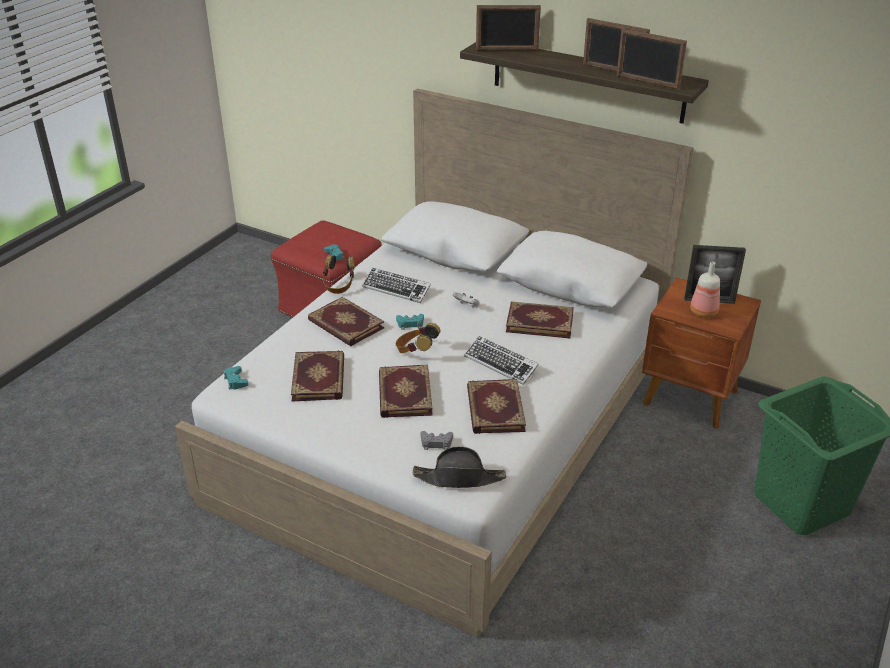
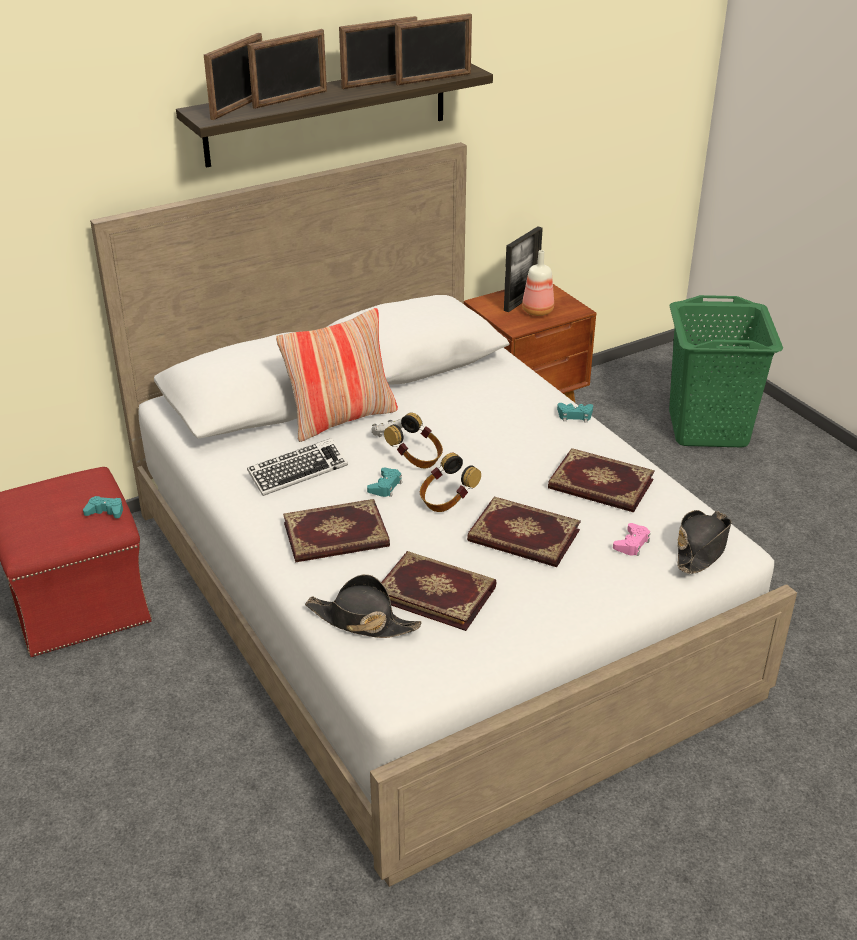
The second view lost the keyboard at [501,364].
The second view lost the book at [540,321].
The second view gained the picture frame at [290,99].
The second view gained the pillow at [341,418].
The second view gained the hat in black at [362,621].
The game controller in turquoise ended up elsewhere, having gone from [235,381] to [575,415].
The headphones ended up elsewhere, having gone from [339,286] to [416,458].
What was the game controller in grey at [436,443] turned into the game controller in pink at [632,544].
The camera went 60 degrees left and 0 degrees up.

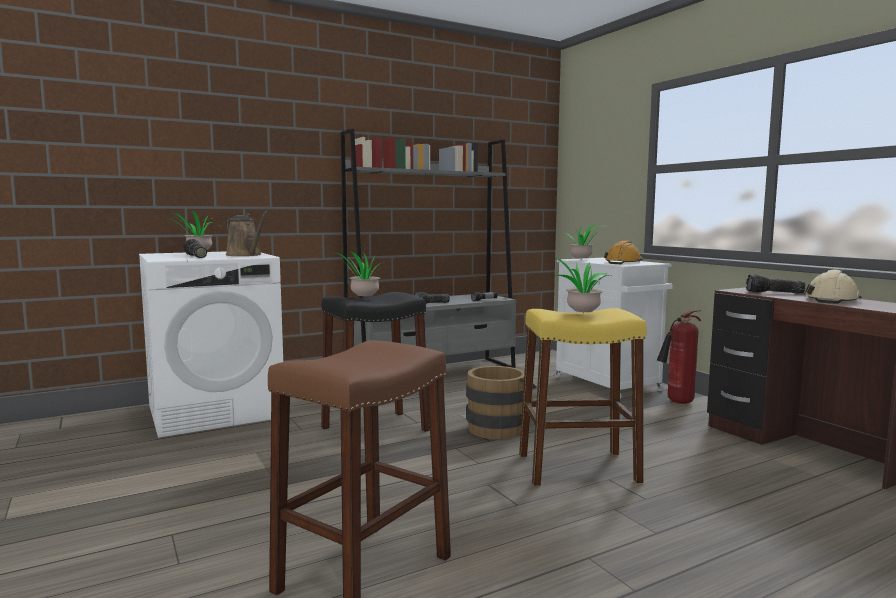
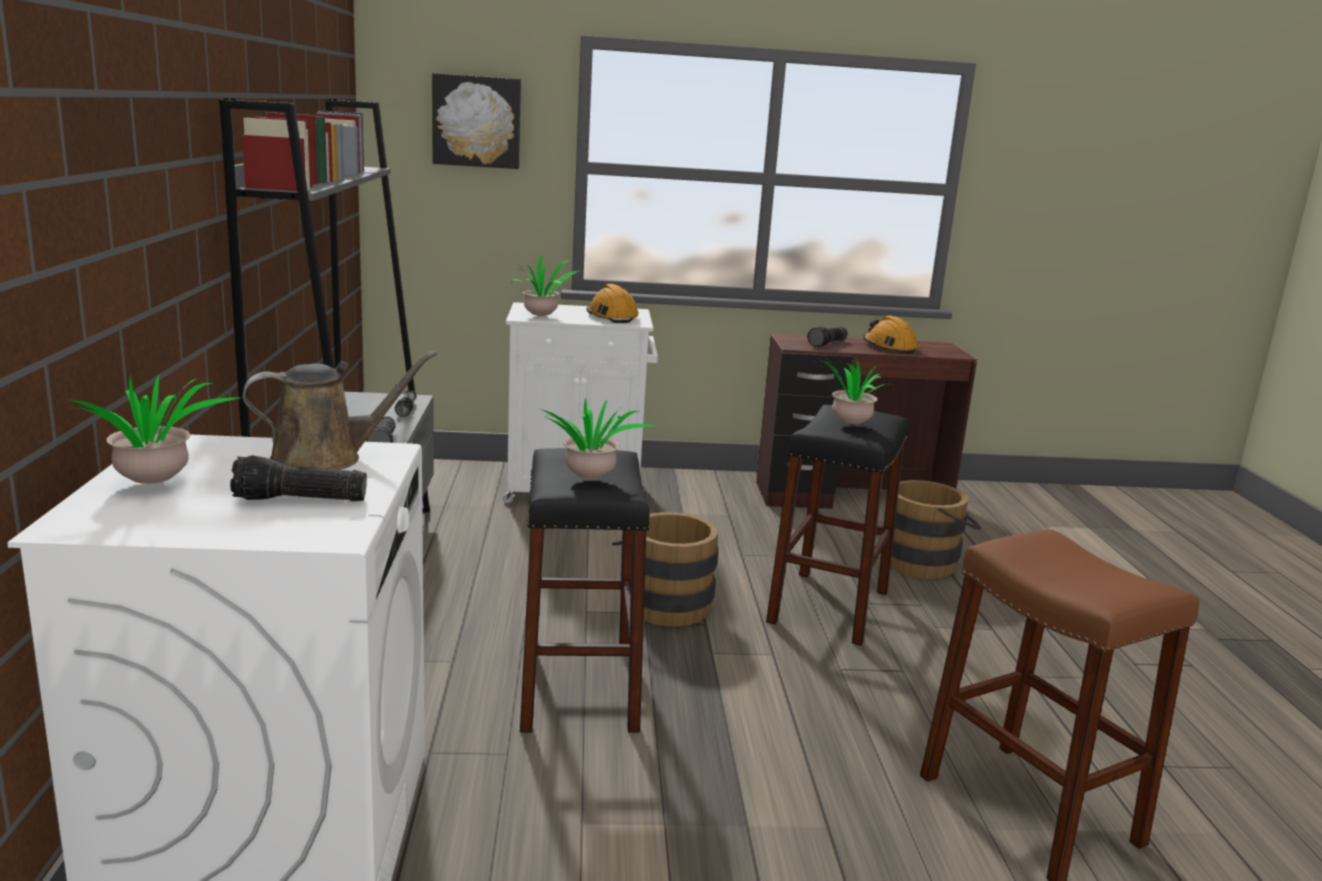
The second view lost the fire extinguisher at [677,402].
The second view gained the picture at [477,121].
The second view gained the bucket in brown at [925,562].
What was the stool in yellow at [578,468] turned into the stool in black at [829,606].
What was the hard hat in beige at [831,300] turned into the hard hat in orange at [889,347].
The camera went 65 degrees left and 10 degrees up.

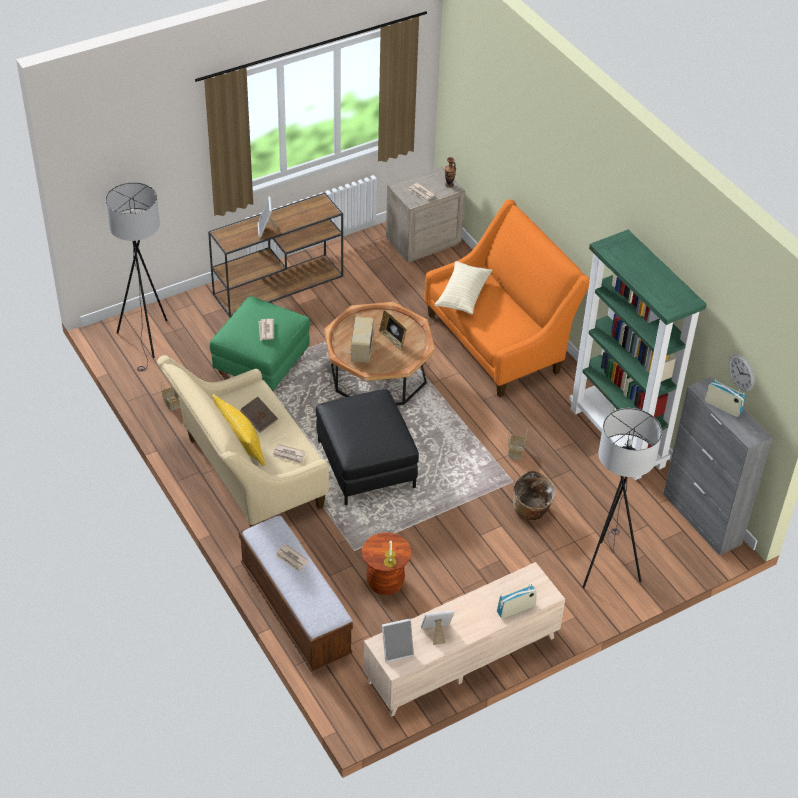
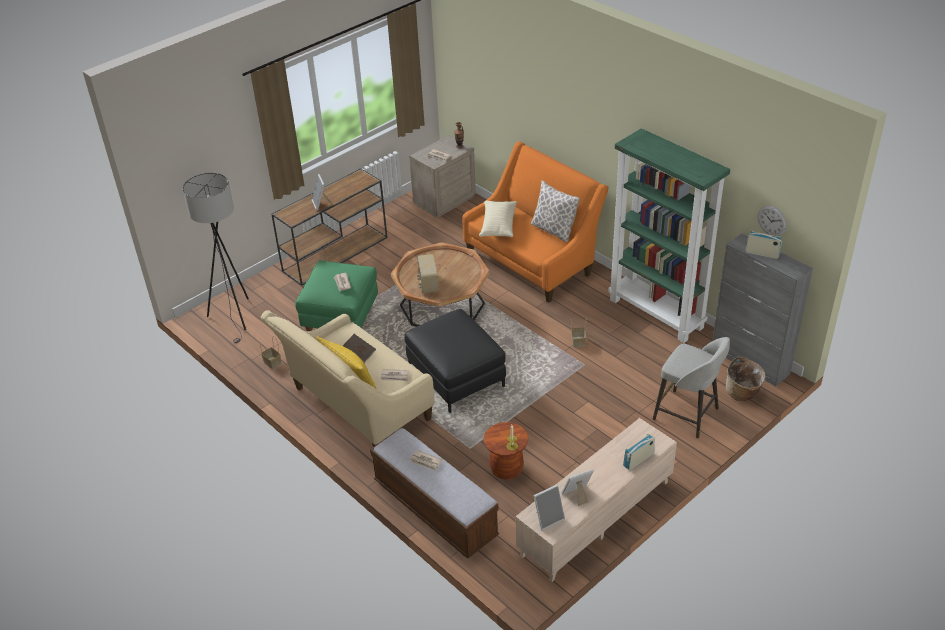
The second view lost the picture frame at [393,340].
The second view gained the pillow at [553,230].
The basket ended up elsewhere, having gone from [531,511] to [742,393].
Where the floor lamp in grey stood at [606,566], the stool in grey came to stand at [687,415].
The camera went 10 degrees left and 5 degrees down.

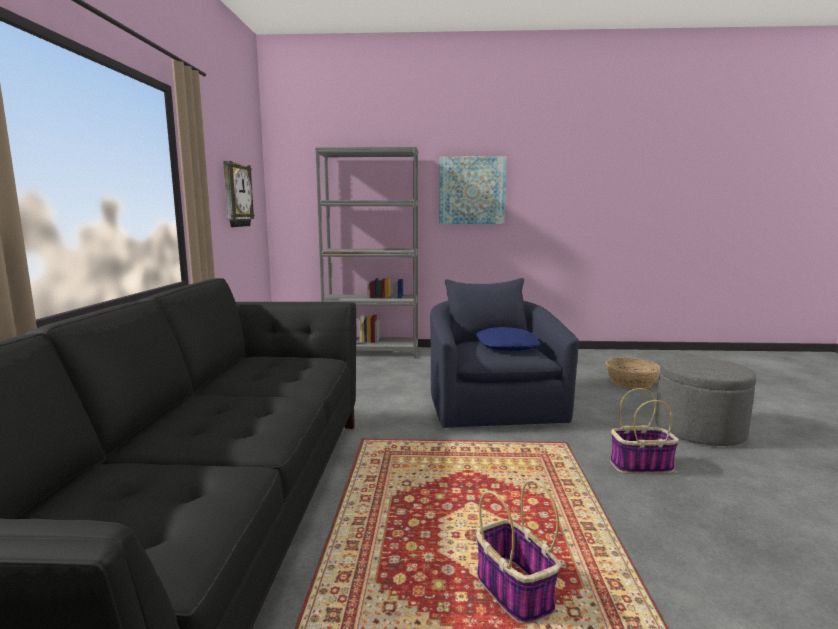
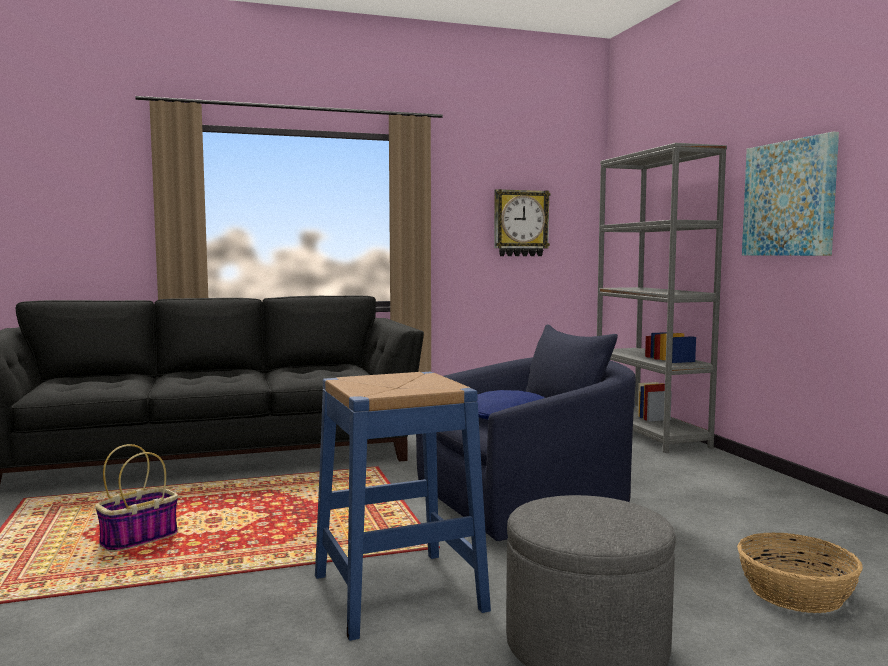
Where the basket stood at [641,466], the stool in blue came to stand at [398,592].
The camera went 70 degrees right and 5 degrees down.

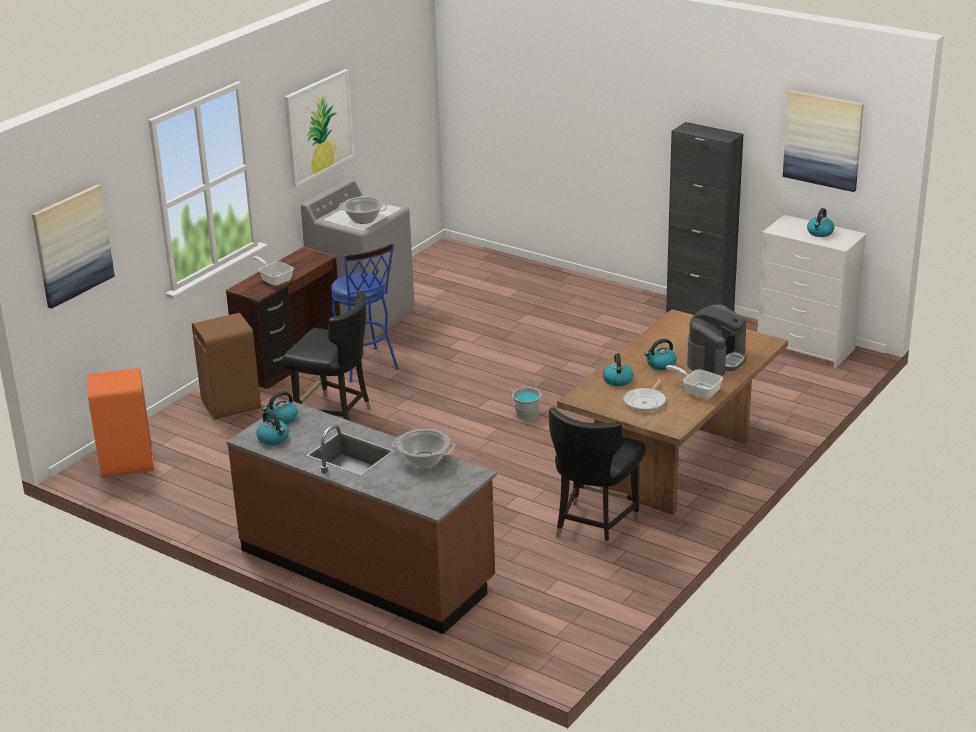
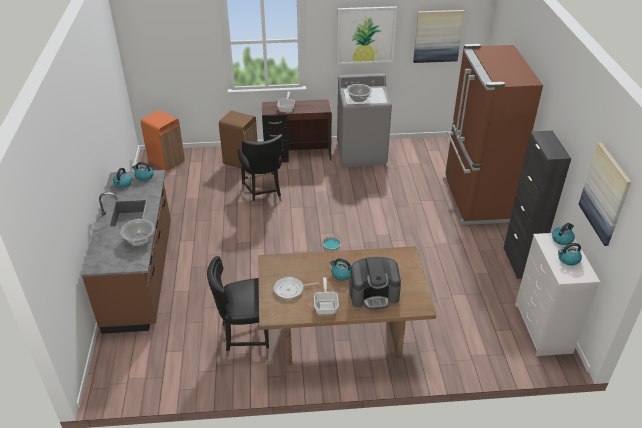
The second view lost the stool in blue at [365,367].
The second view gained the fridge in brown at [473,200].
The picture ended up elsewhere, having gone from [72,245] to [437,36].
The kettle ended up elsewhere, having gone from [617,380] to [562,239].
The camera went 50 degrees right and 10 degrees up.

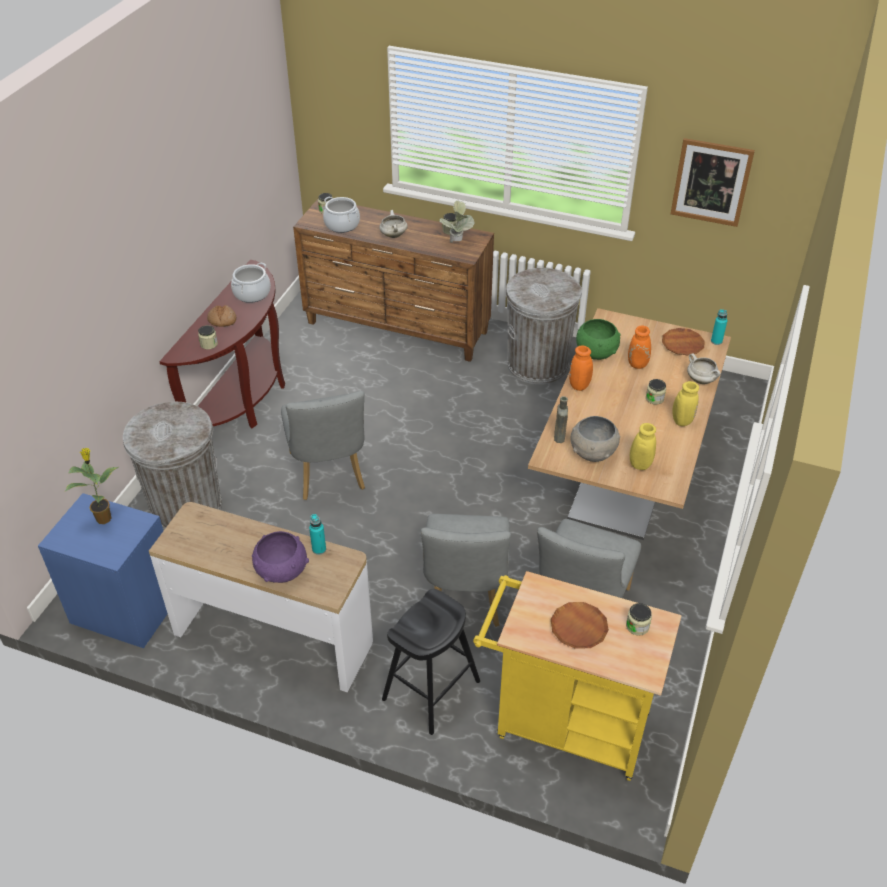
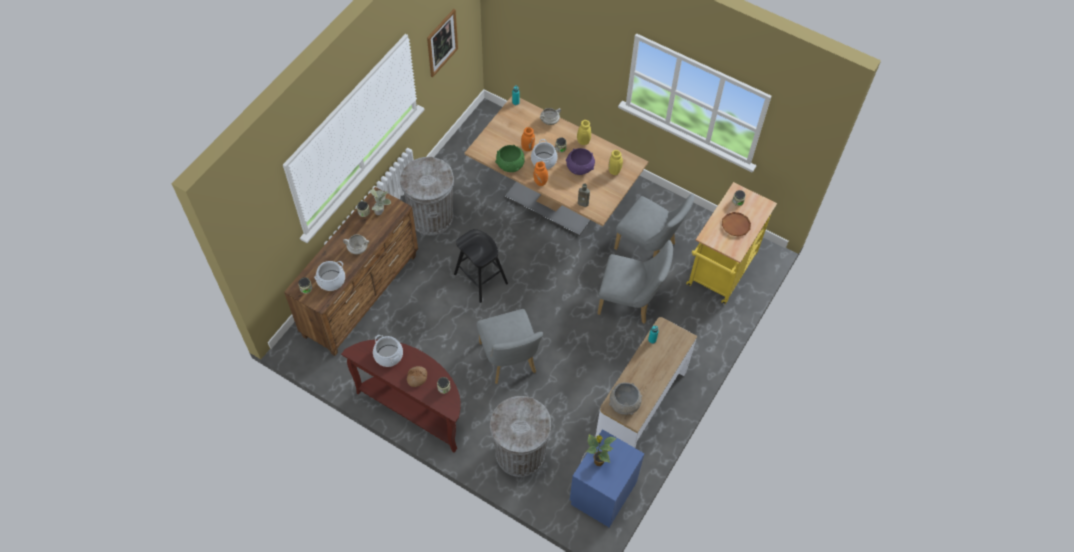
The second view lost the plate in brown at [682,344].
The second view gained the cooking pot at [543,161].
The bowl in purple ended up elsewhere, having gone from [281,571] to [580,168].
The stool in black ended up elsewhere, having gone from [431,690] to [480,278].
The bowl in grey ended up elsewhere, having gone from [592,452] to [624,404].
The chair in grey at [329,475] ended up facing another way, 75 degrees clockwise from before.
The camera went 80 degrees left and 15 degrees up.

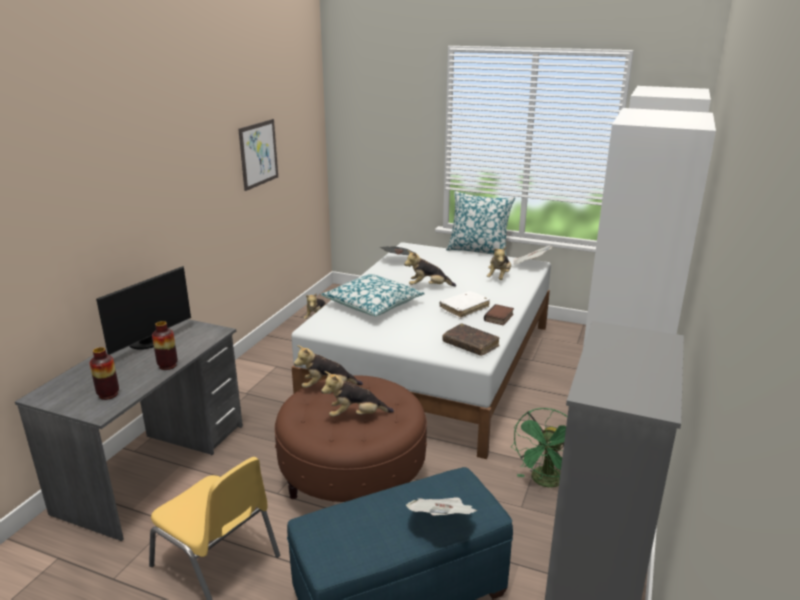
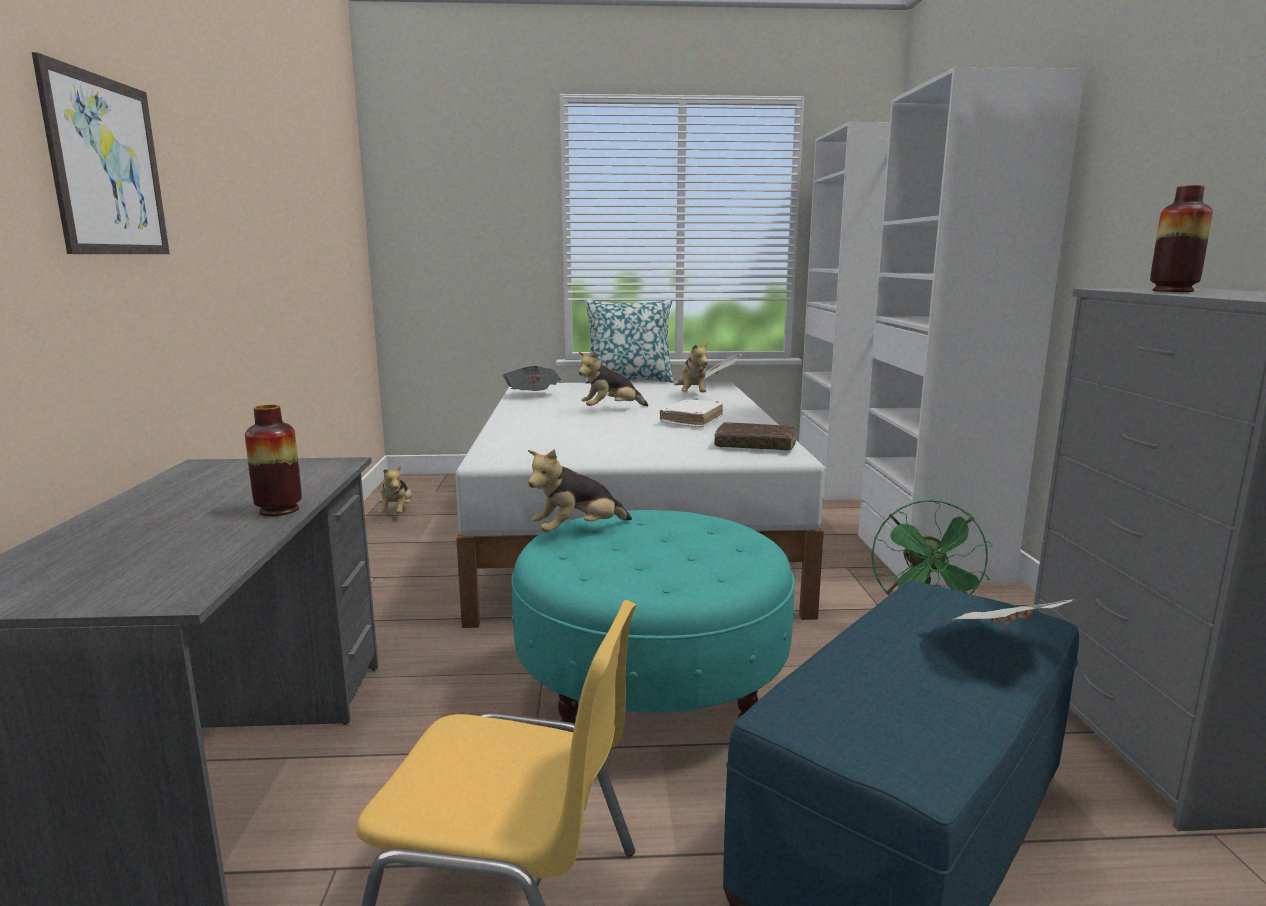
The second view lost the monitor at [148,342].
The second view lost the pillow at [373,304].
The second view lost the plush toy at [356,416].
The second view lost the book at [499,318].
The vase ended up elsewhere, having gone from [108,394] to [1172,291].
The picture ended up elsewhere, having gone from [258,154] to [107,166].
What was the ottoman in brown at [353,480] turned into the ottoman in turquoise at [652,693].
The camera went 25 degrees left and 10 degrees down.

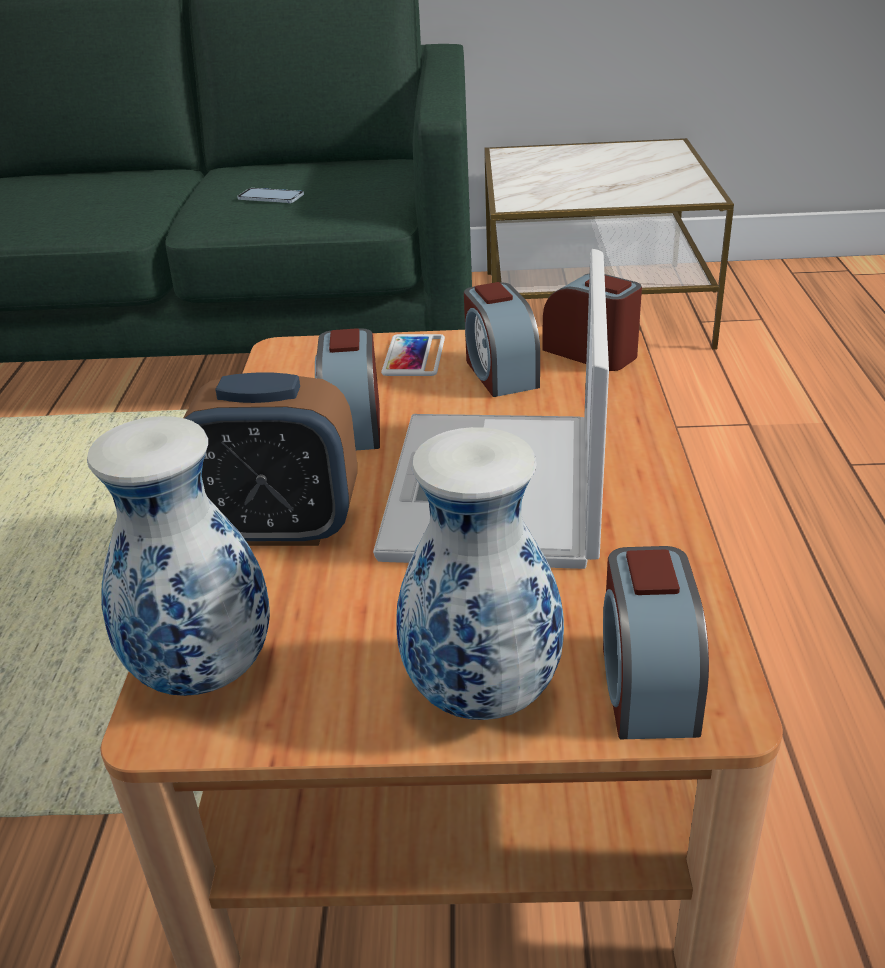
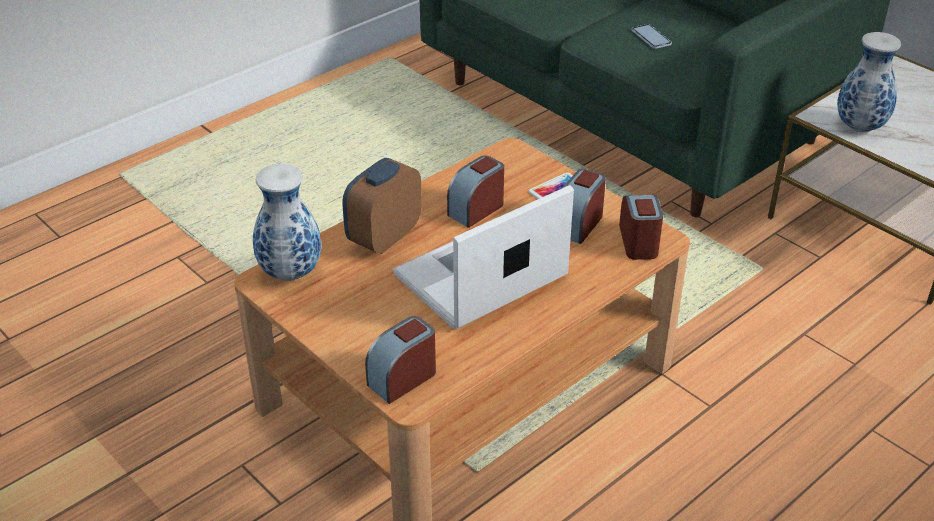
The vase ended up elsewhere, having gone from [478,695] to [859,127].
The alarm clock at [280,528] ended up facing another way, 75 degrees clockwise from before.
The camera went 45 degrees right and 5 degrees up.

